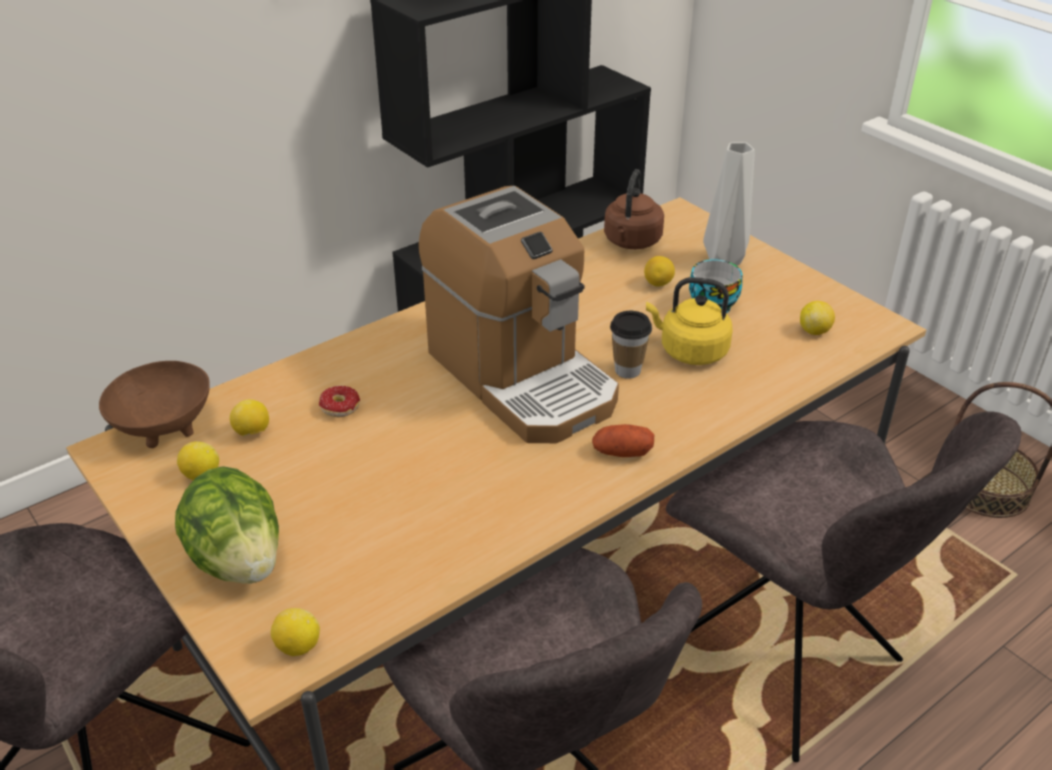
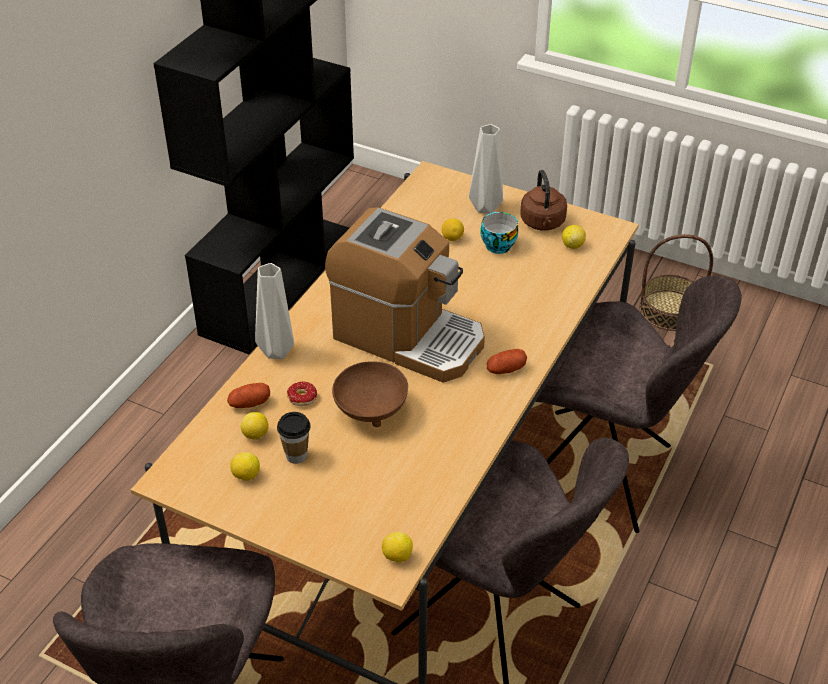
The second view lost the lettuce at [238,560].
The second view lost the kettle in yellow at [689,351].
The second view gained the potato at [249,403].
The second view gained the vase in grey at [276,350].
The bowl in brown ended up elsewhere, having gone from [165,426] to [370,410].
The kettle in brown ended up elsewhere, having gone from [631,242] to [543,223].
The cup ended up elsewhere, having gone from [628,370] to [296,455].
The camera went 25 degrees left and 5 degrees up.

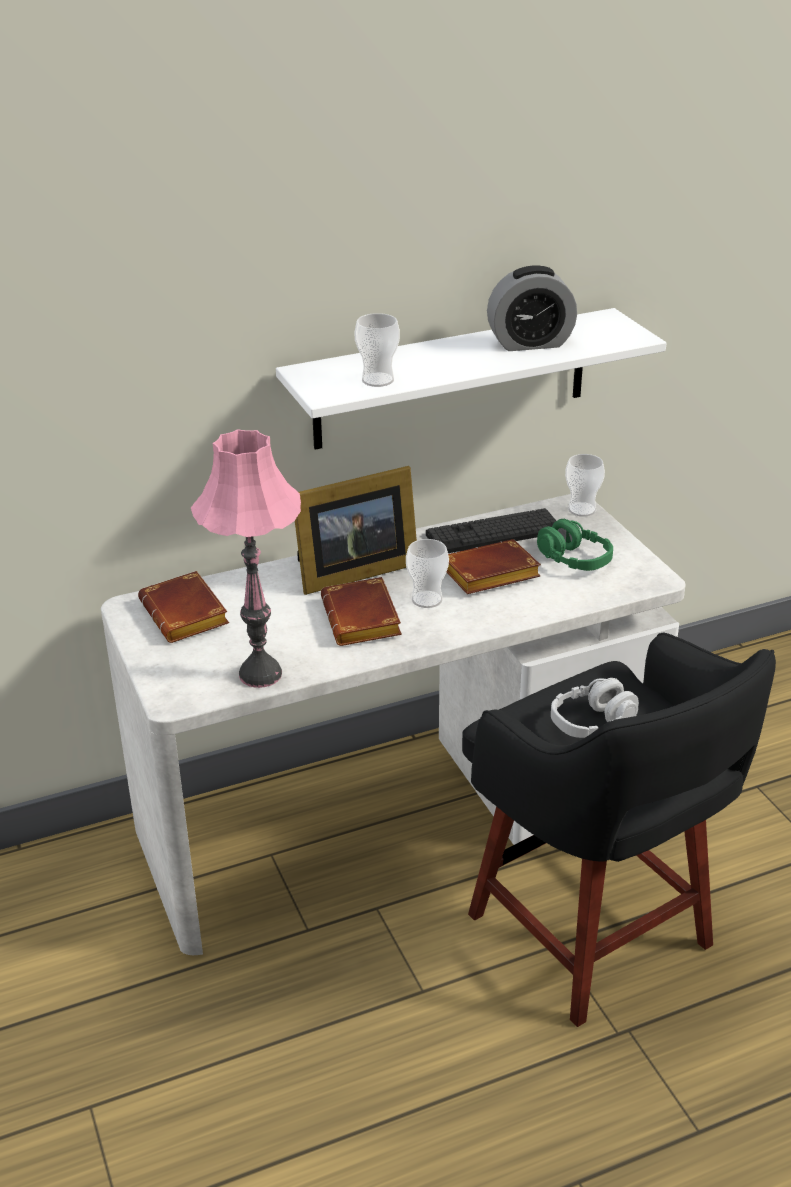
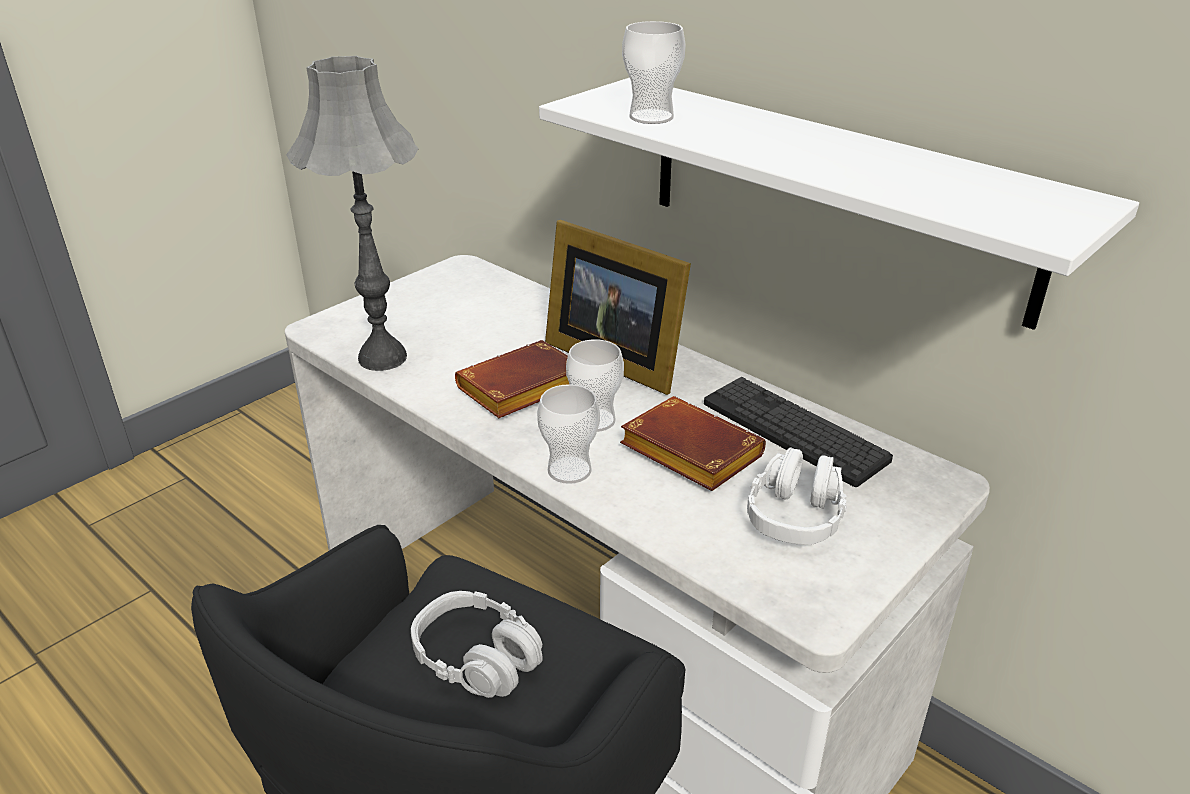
The second view lost the book in brown at [188,615].
The second view lost the alarm clock at [530,343].
The cup ended up elsewhere, having gone from [582,509] to [569,470].
What was the table lamp in pink at [260,674] turned into the table lamp in grey at [383,358].
What was the headphones in green at [574,559] turned into the headphones in white at [795,515].
The camera went 65 degrees right and 0 degrees up.

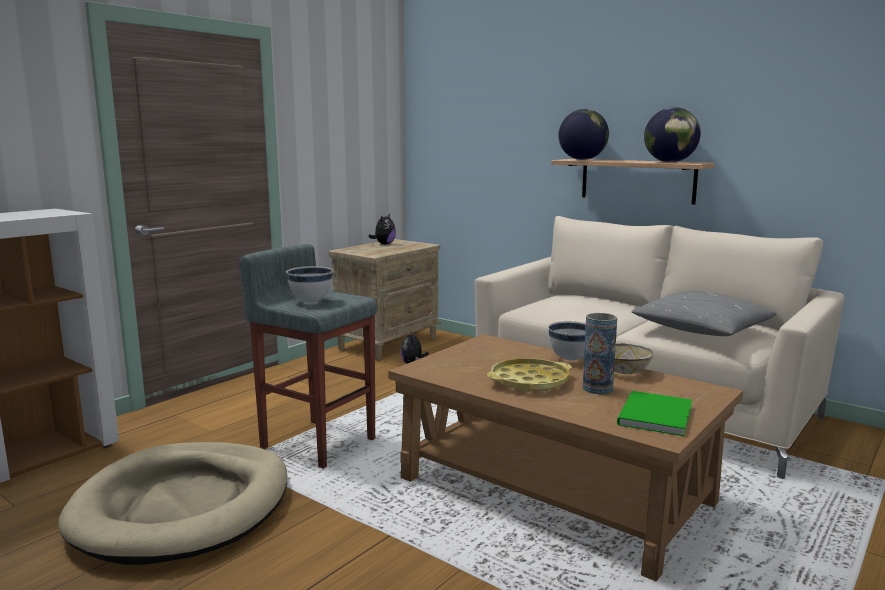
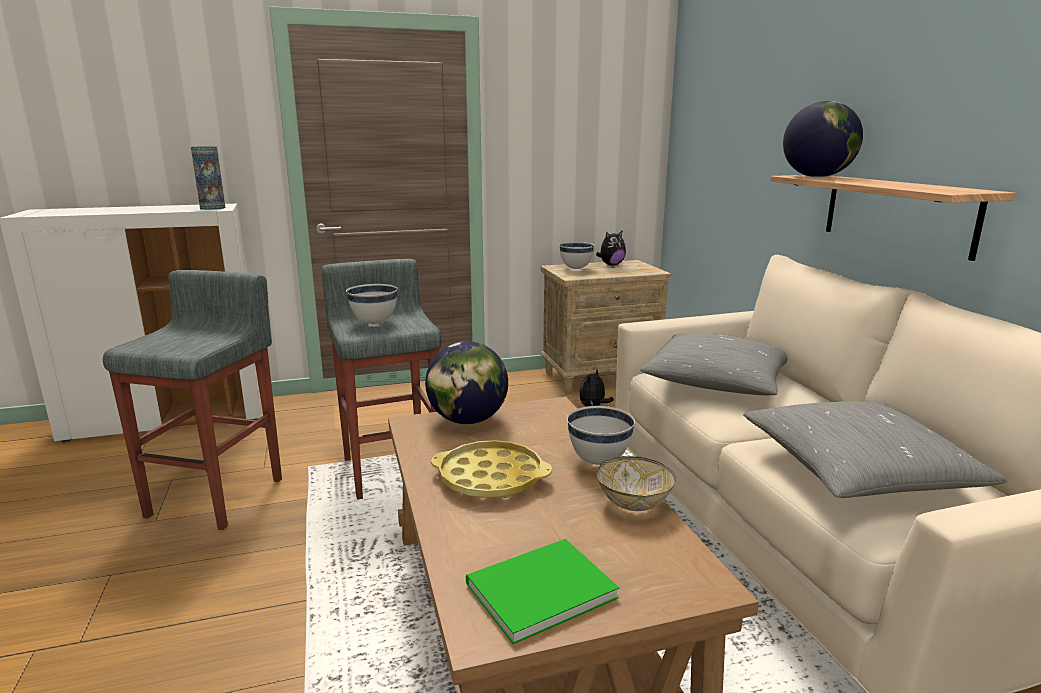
The second view gained the bowl in white at [575,268].
The second view gained the pillow in grey at [717,382].
The vase ended up elsewhere, having gone from [597,388] to [212,208].
The globe ended up elsewhere, having gone from [670,162] to [467,420].
Where the dog bed in beige stood at [183,507], the stool in grey came to stand at [219,496].
The camera went 35 degrees right and 5 degrees up.

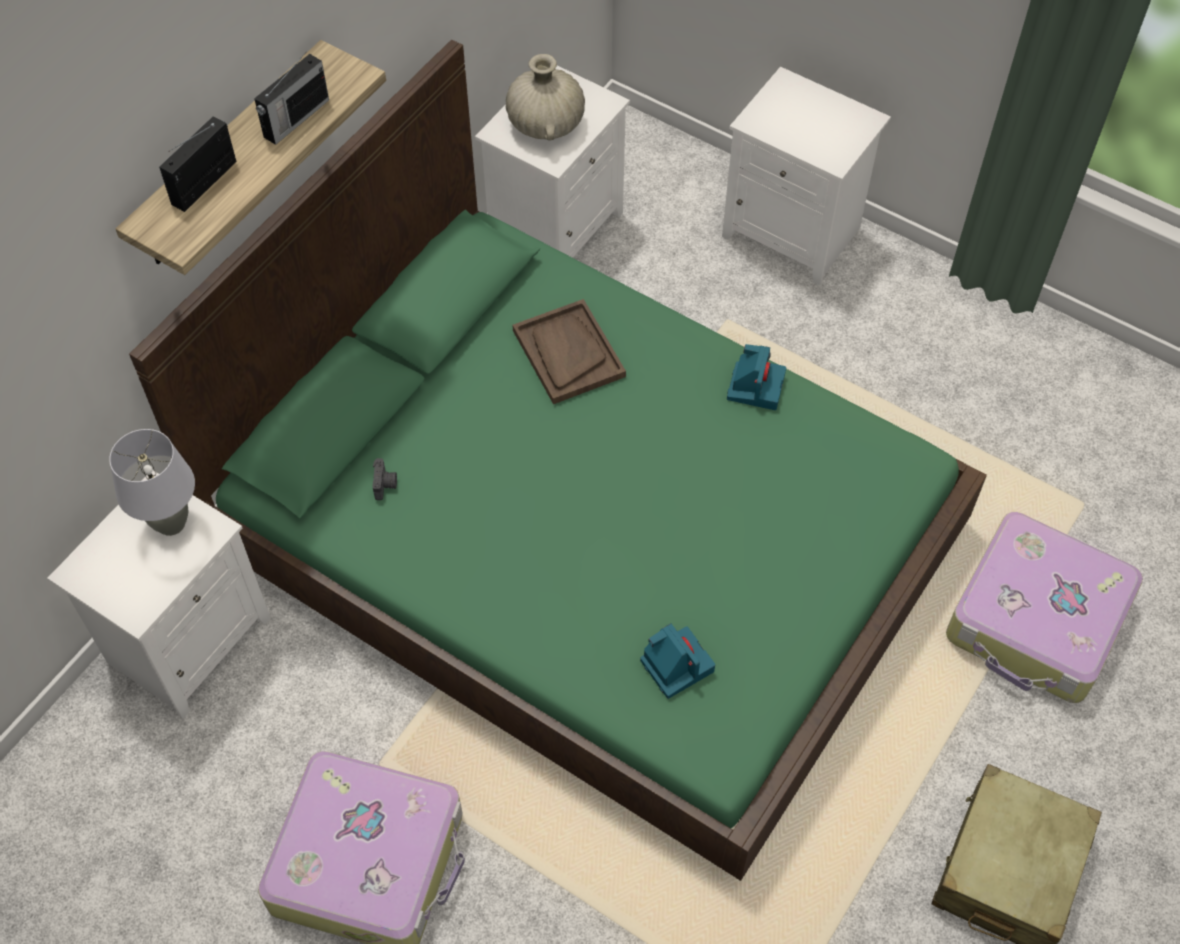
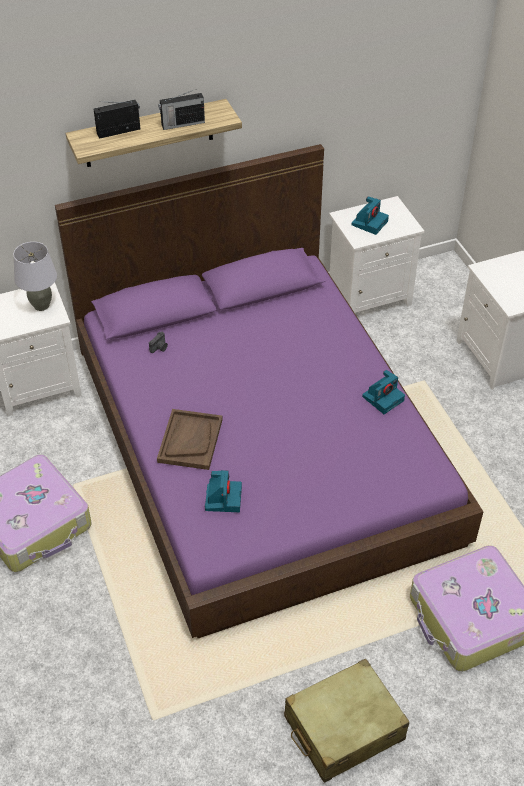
The tray in brown ended up elsewhere, having gone from [568,353] to [190,440].
Where the vase in beige stood at [545,124], the photo camera came to stand at [369,222].
What was the bed in green at [588,534] turned into the bed in purple at [261,440].
The camera went 35 degrees right and 10 degrees down.

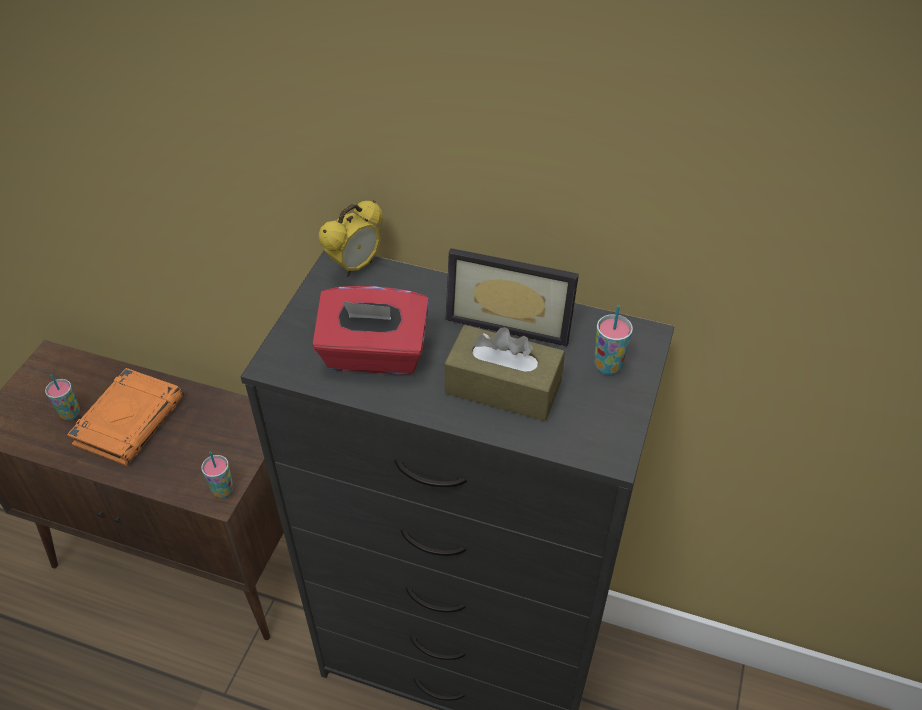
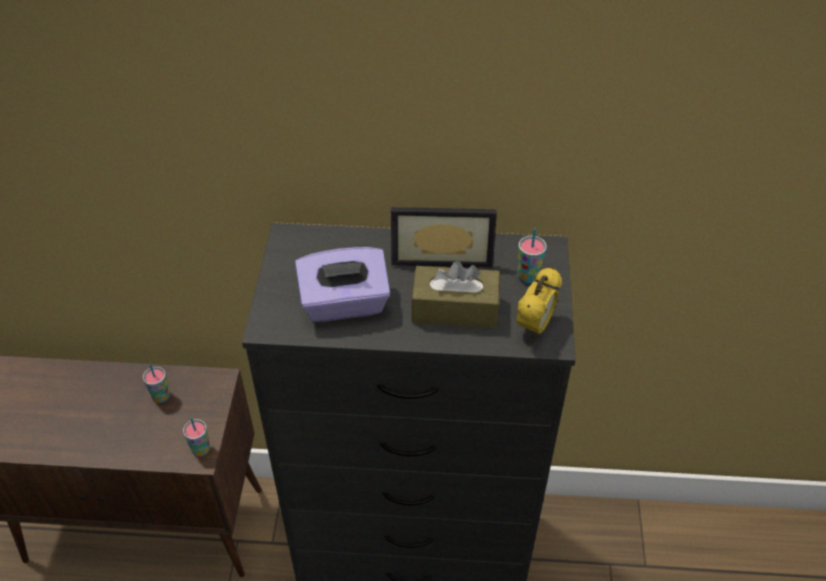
The second view lost the book in orange at [130,420].
The cup ended up elsewhere, having gone from [70,414] to [161,397].
The alarm clock ended up elsewhere, having gone from [355,266] to [535,326].
What was the tissue box in red at [374,355] turned into the tissue box in purple at [345,304].
The camera went 15 degrees left and 0 degrees up.

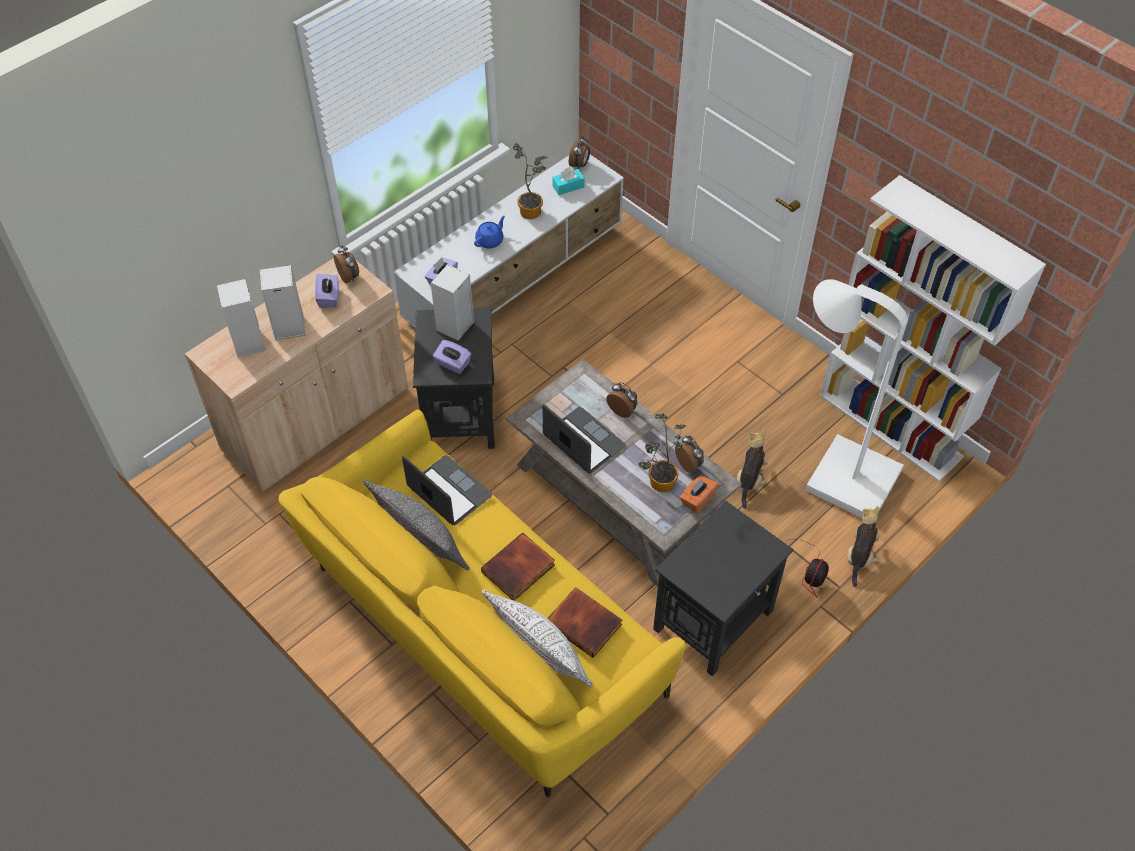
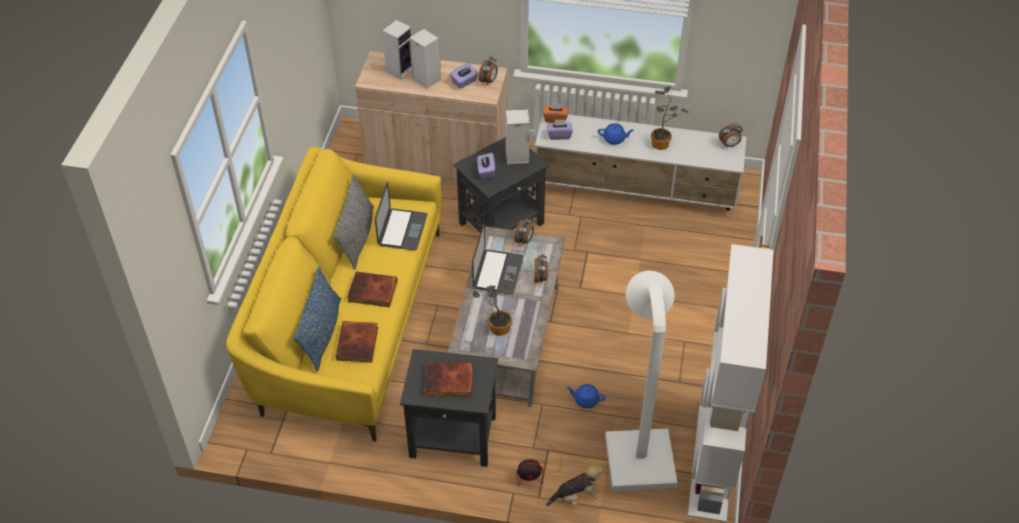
The second view lost the tissue box in turquoise at [568,186].
The second view gained the book at [448,382].
The alarm clock ended up elsewhere, having gone from [689,464] to [524,240].
The tissue box in orange ended up elsewhere, having gone from [697,499] to [555,118].
Where the plush toy stood at [750,479], the teapot in blue came to stand at [586,400].
What was the pillow in white at [539,652] turned into the pillow in blue at [322,333].
The camera went 55 degrees right and 5 degrees down.

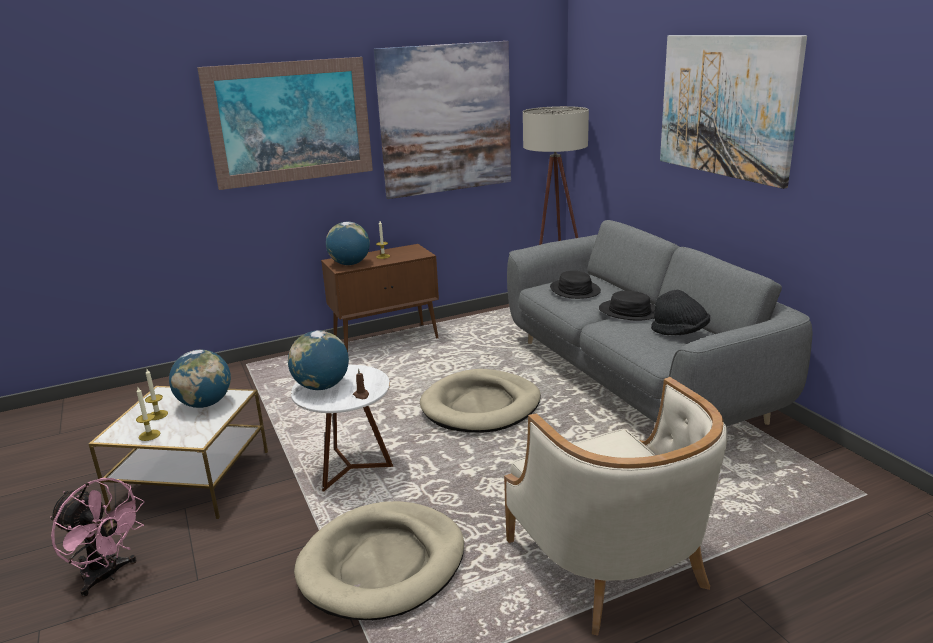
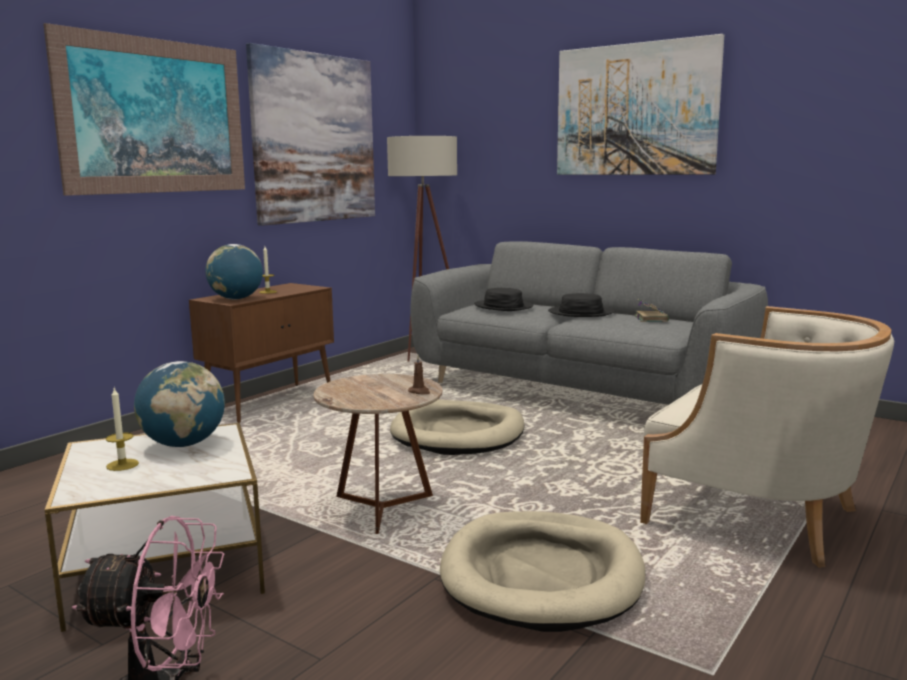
The second view lost the candle at [149,435].
The second view lost the globe at [322,387].
Where the hat in black stood at [680,332], the book came to stand at [651,318].
What was the side table in white at [350,468] turned into the side table in brown at [382,509].
The camera went 30 degrees left and 10 degrees down.

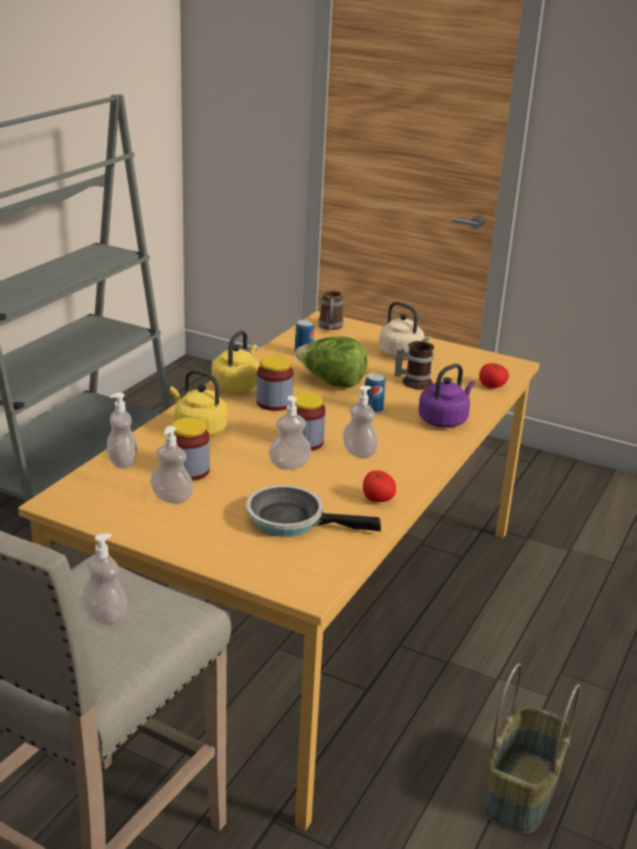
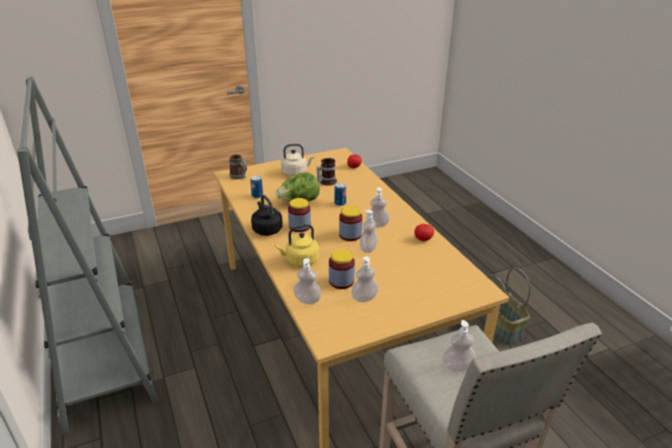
The second view lost the frying pan at [292,520].
The second view lost the kettle in purple at [444,420].
What was the kettle in yellow at [236,386] turned into the kettle in black at [266,229].
The camera went 50 degrees left and 5 degrees up.

